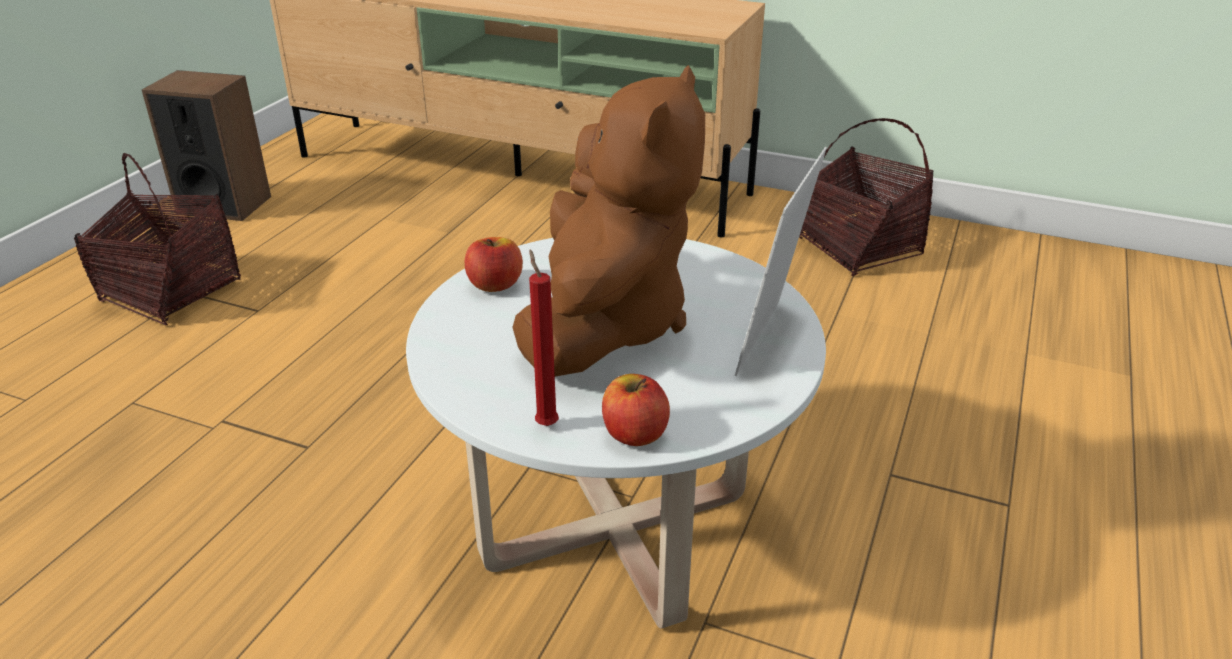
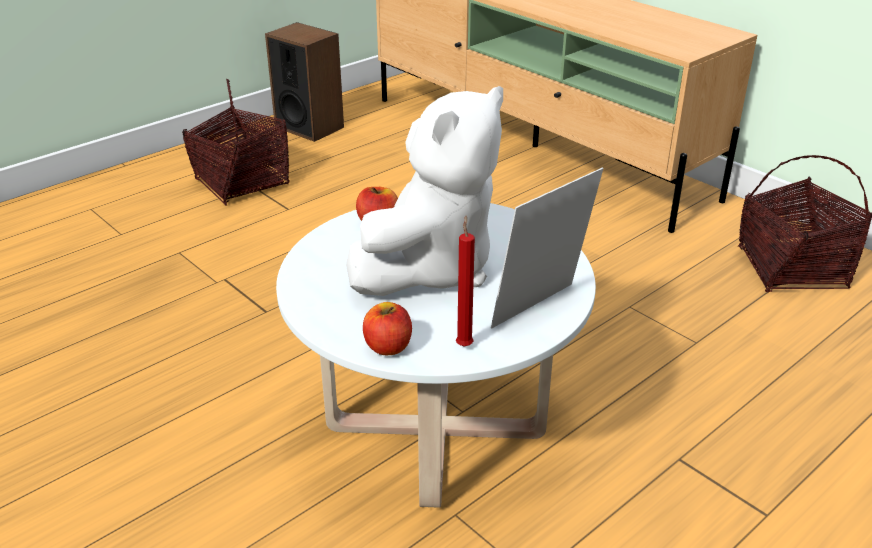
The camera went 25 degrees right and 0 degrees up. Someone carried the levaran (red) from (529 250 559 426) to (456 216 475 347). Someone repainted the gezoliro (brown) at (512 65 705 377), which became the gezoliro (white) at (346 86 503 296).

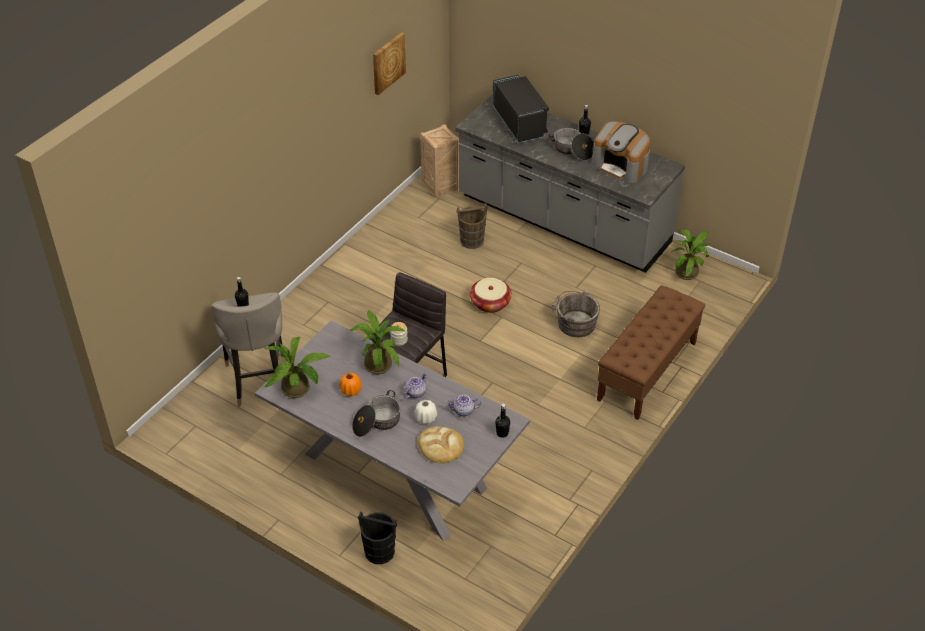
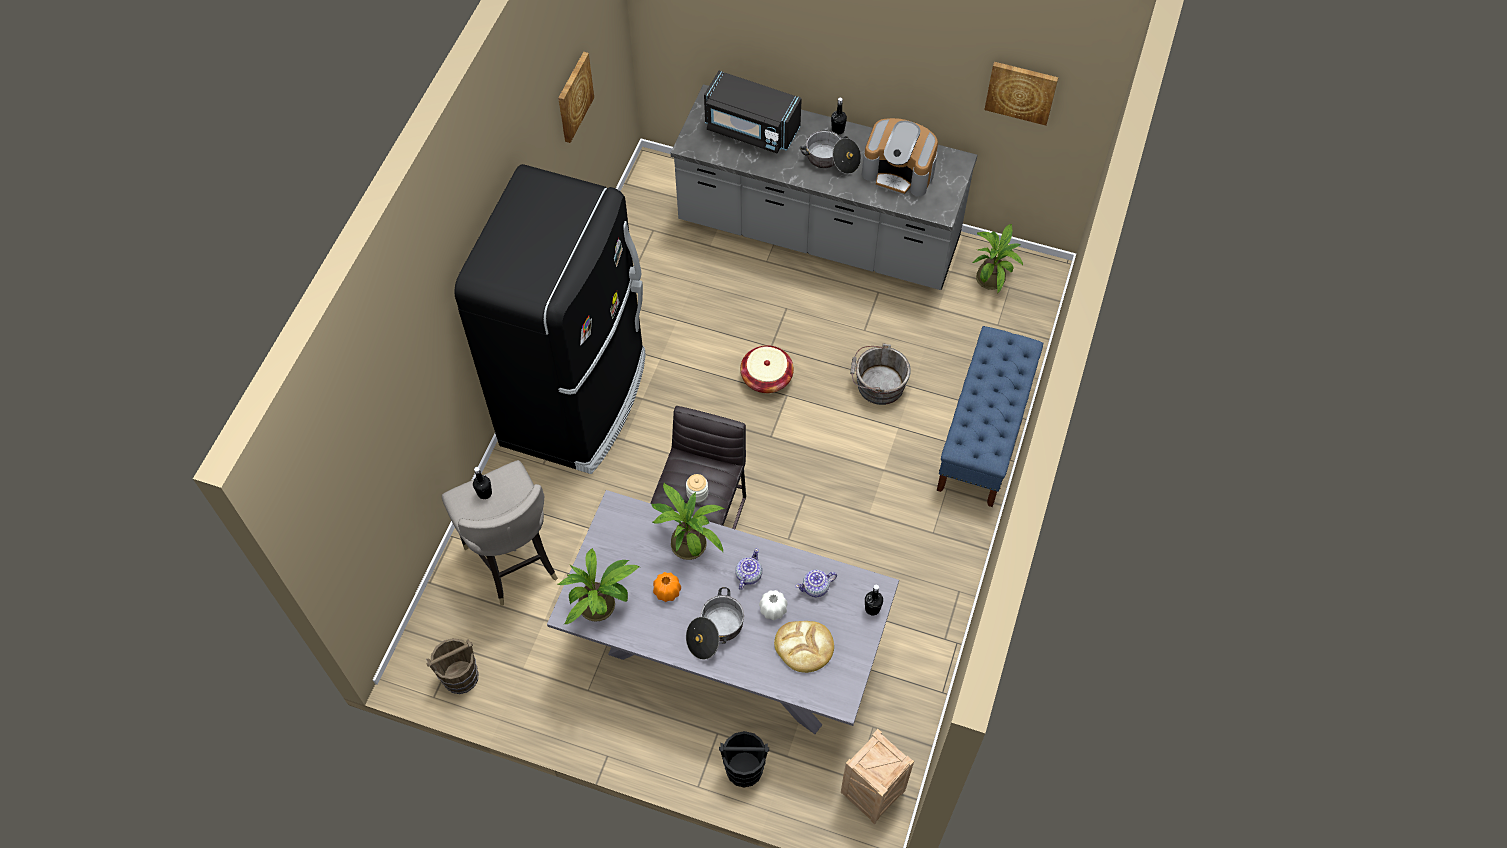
The camera went 15 degrees left and 15 degrees up. Someone put down the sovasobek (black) at (454 164 646 474). Someone put up the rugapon at (984 62 1058 126). Someone carried the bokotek from (420 124 459 197) to (841 729 914 824). Someone carried the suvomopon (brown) from (456 203 488 249) to (426 638 479 694). Someone repainted the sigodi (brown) at (597 285 705 420), which became the sigodi (blue) at (937 326 1043 507). Someone rotated the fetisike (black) at (493 75 549 143) by 150 degrees clockwise.

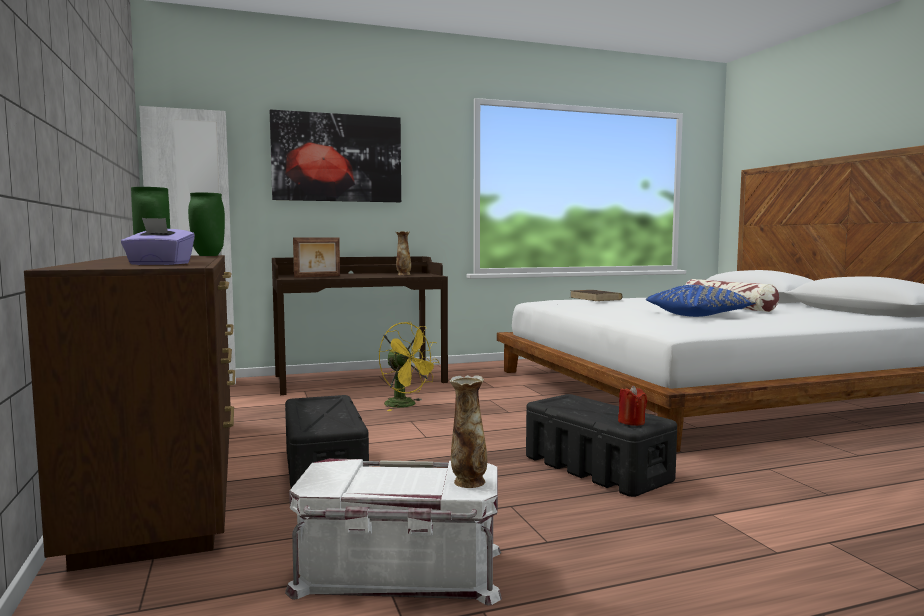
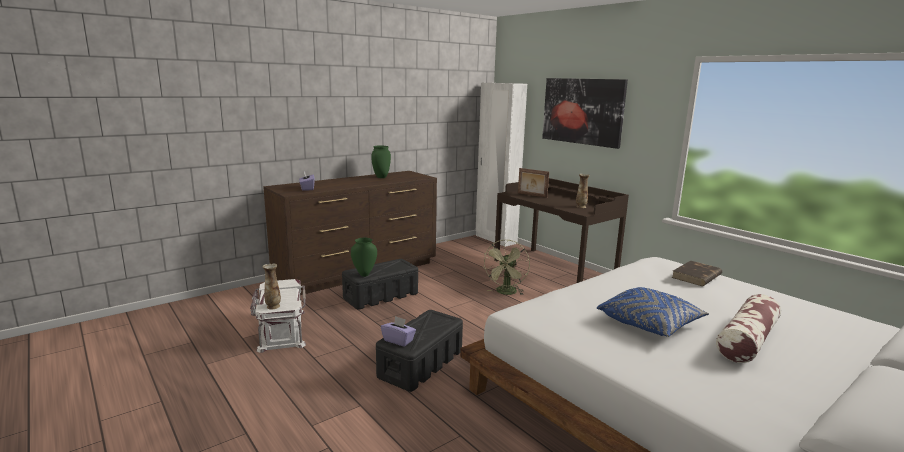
The camera went 70 degrees right and 10 degrees up. Someone carried the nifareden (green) from (188 193 225 256) to (351 238 377 277). Someone swapped the levaran (red) at (618 385 647 426) for the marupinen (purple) at (381 316 416 347). Someone repainted the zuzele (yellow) at (379 322 439 411), which became the zuzele (green) at (482 240 530 295).

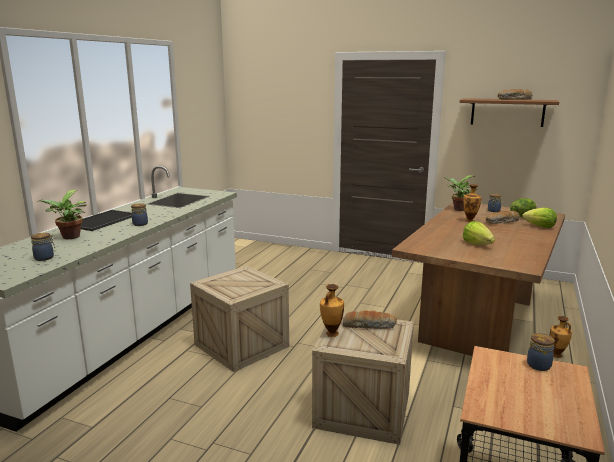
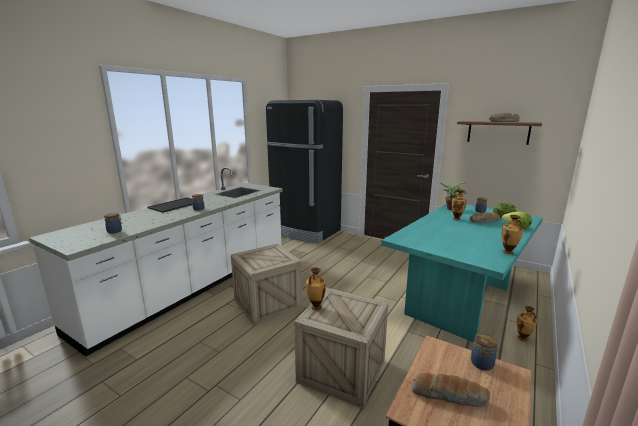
The camera went 10 degrees right and 0 degrees up. Someone took away the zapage at (37 190 86 239). Someone took away the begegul at (463 221 495 245). Someone put down the sovasobek (black) at (266 100 343 243). Someone put down the nifareden at (502 215 523 254). Someone carried the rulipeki from (343 311 397 329) to (412 373 490 407). Someone repainted the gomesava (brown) at (392 202 565 356), which became the gomesava (turquoise) at (381 204 543 342).

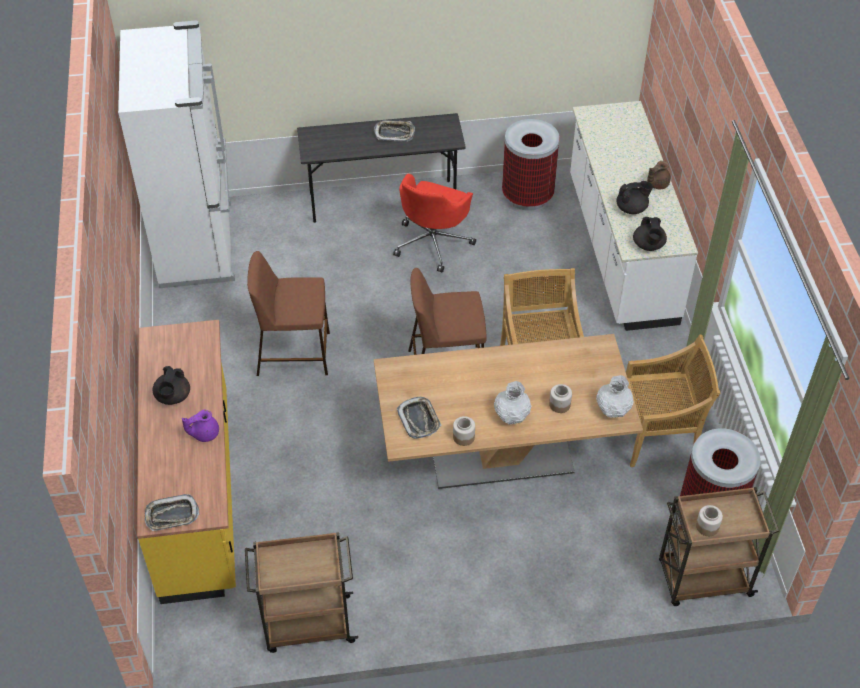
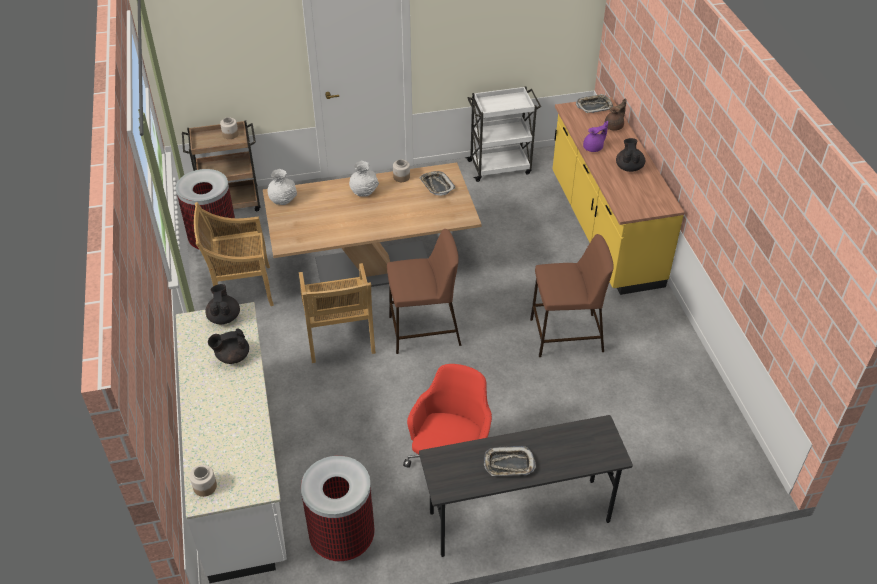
The camera went 175 degrees right and 5 degrees down. Someone took away the sovasobek (white) at (118 21 235 288). Someone carried the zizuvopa from (549 384 572 413) to (190 465 217 497). Someone carried the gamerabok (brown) from (647 161 671 189) to (604 98 627 131). Someone repainted the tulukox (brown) at (245 532 358 653), which became the tulukox (white) at (465 86 541 182).

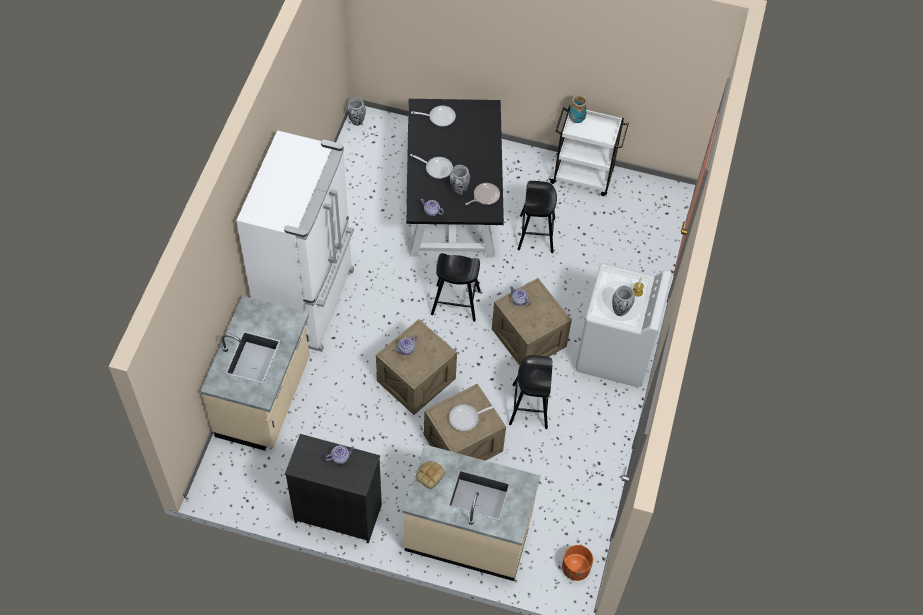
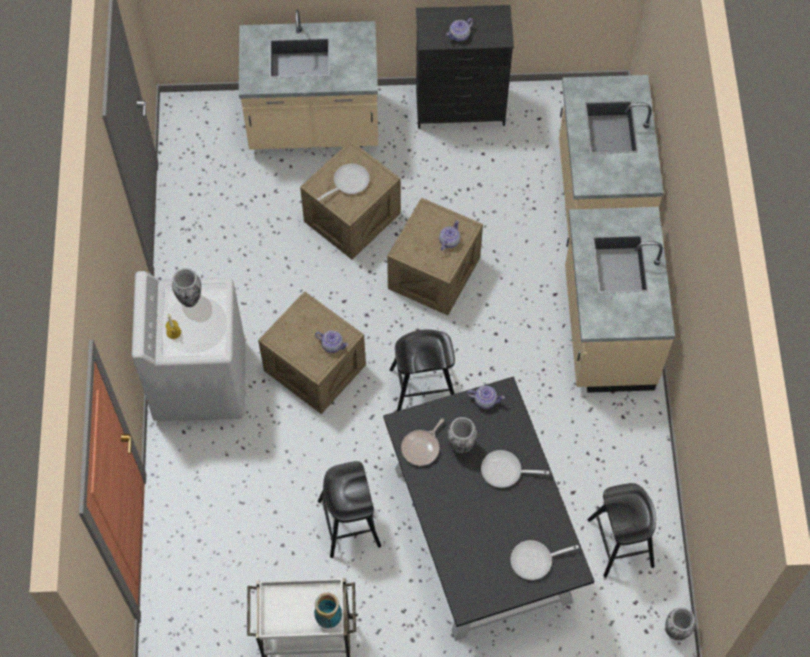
The camera went 165 degrees right and 5 degrees up. Someone took away the rulipeki at (416 461 445 489). Someone took away the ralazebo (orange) at (562 545 593 581). Someone carried the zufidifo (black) from (509 355 553 429) to (588 483 656 578). Someone swapped the sovasobek (white) at (236 130 354 352) for the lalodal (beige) at (565 207 675 393).

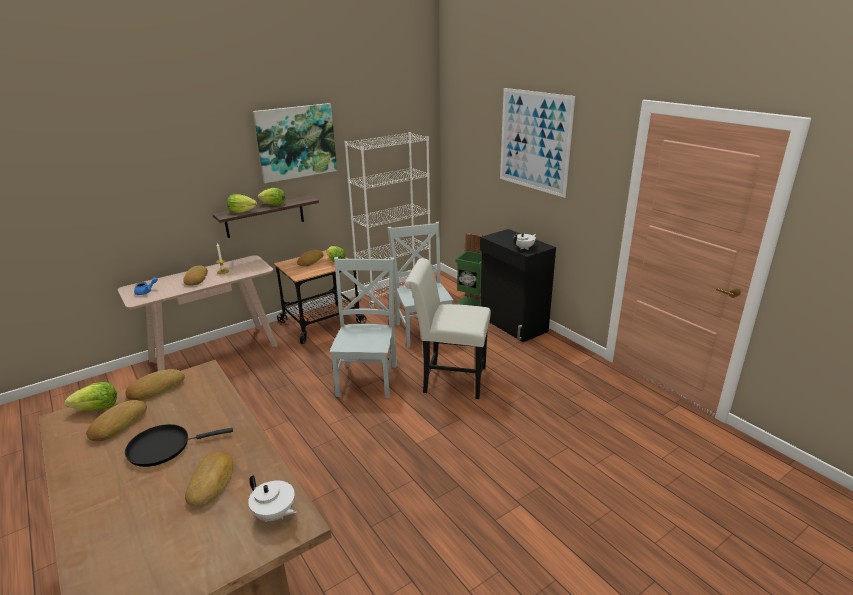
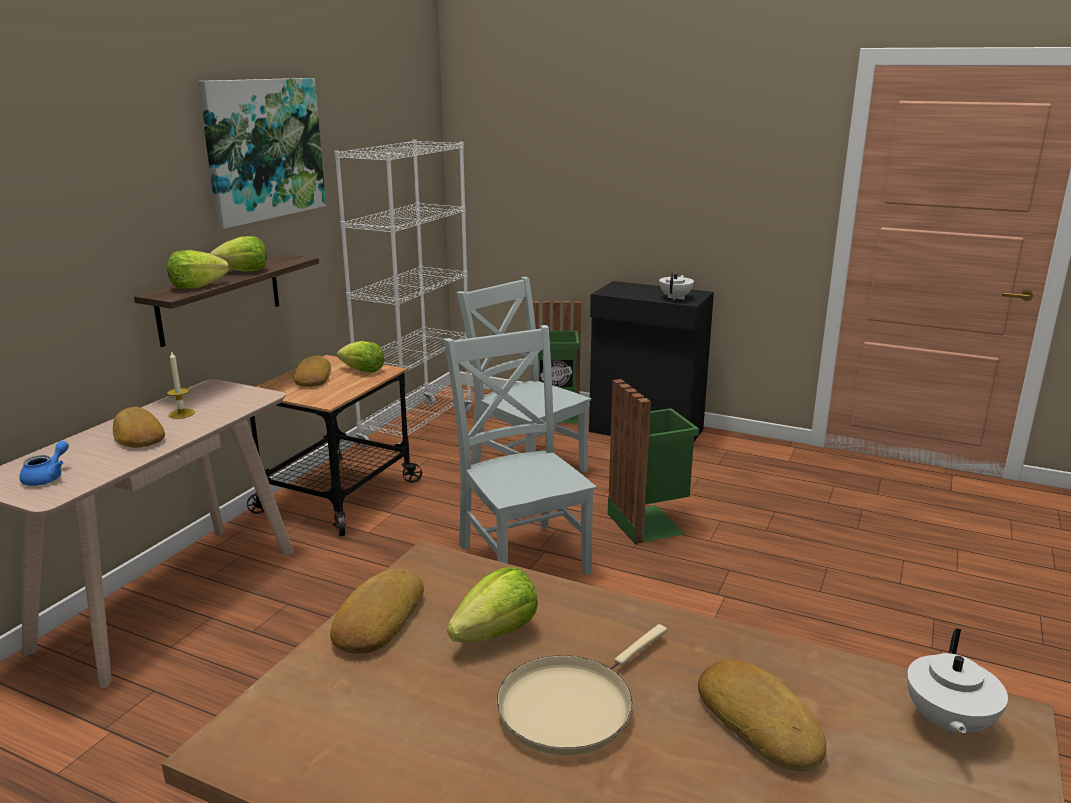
The camera went 30 degrees left and 5 degrees down. Someone took away the rulipeki at (86 400 147 441). Someone took away the rugapon at (500 88 575 198). Someone carried the begegul from (65 382 117 410) to (447 567 538 642). Someone swapped the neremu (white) at (404 258 491 399) for the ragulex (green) at (608 379 699 544). Someone repainted the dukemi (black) at (125 424 233 467), which became the dukemi (beige) at (497 624 667 755). Someone rotated the gamerabok (white) at (248 475 297 522) by 105 degrees clockwise.

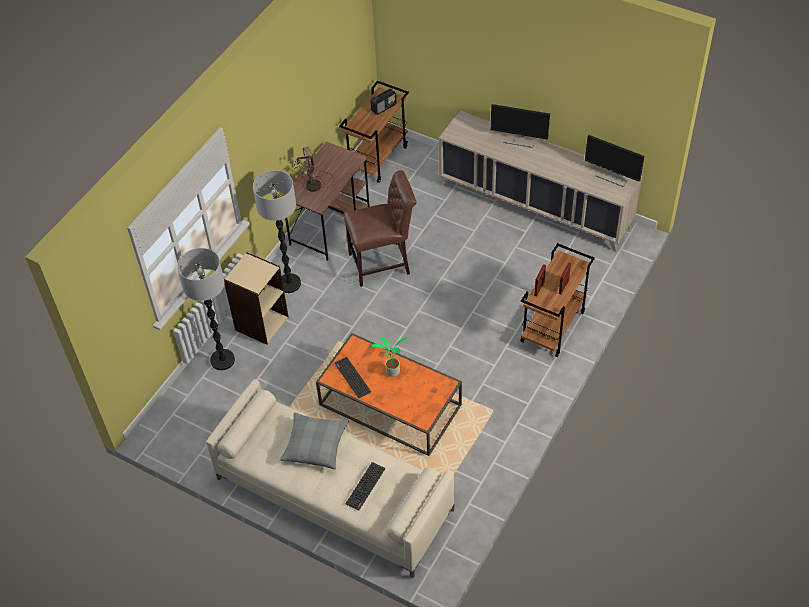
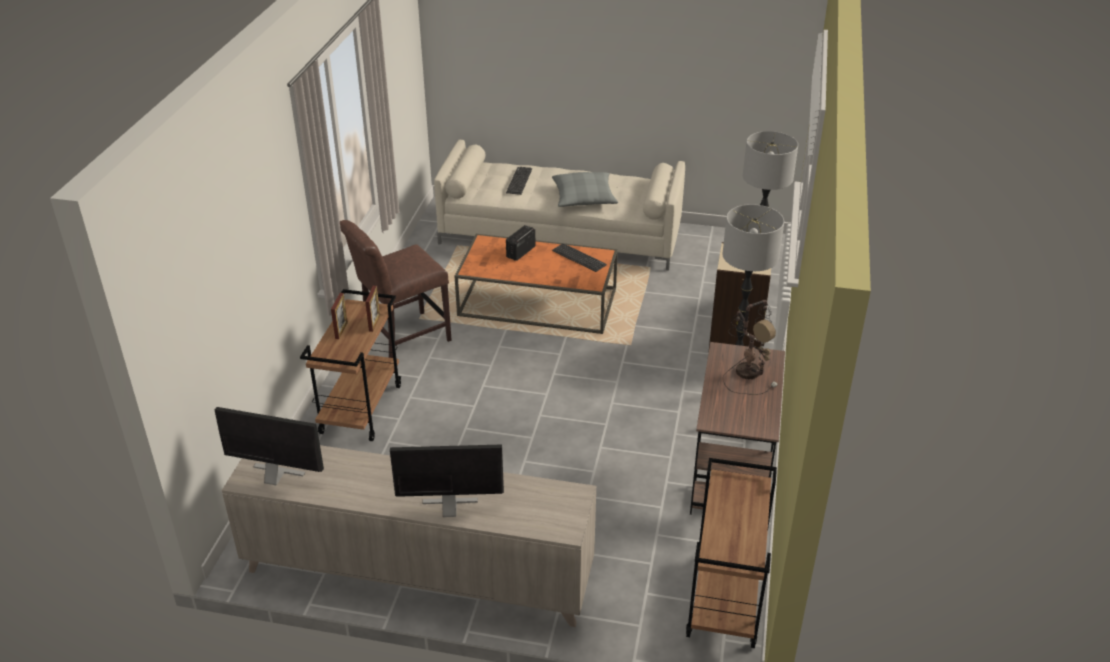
The camera went 160 degrees right and 15 degrees down. Someone took away the zapage at (372 337 409 377). Someone carried the neremu (brown) from (344 170 417 287) to (340 220 452 358). Someone carried the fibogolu from (370 88 397 115) to (506 225 535 261).

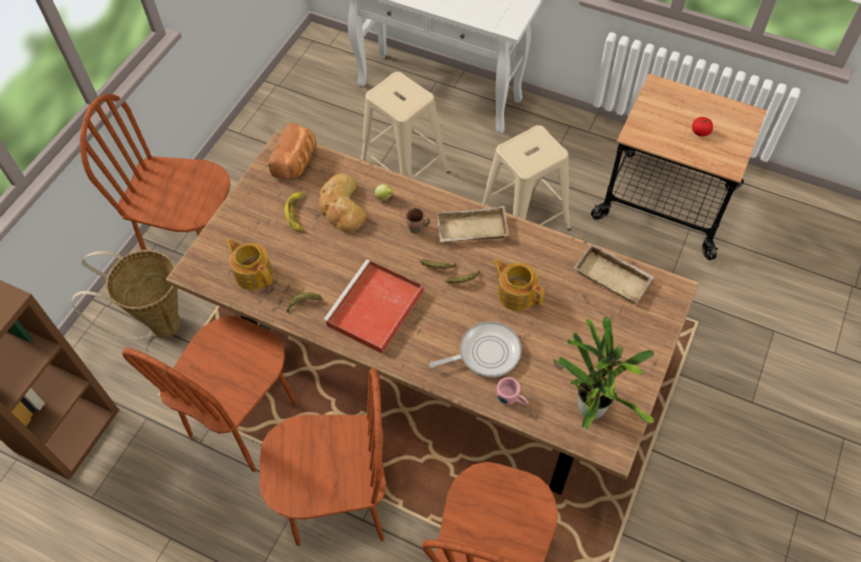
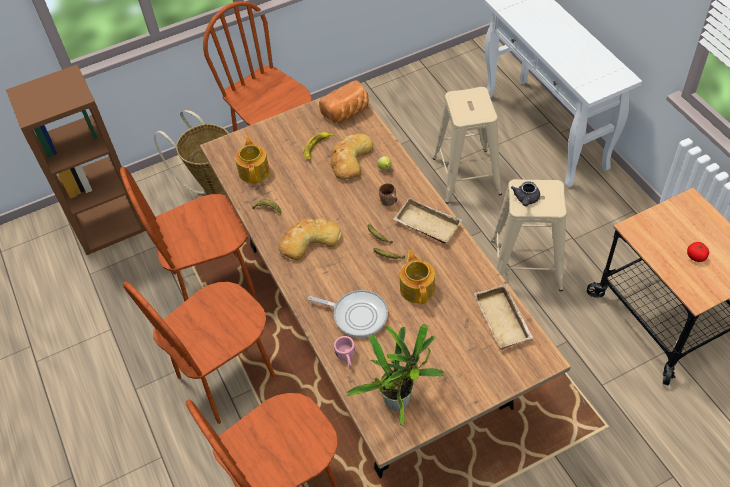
The camera went 40 degrees right and 5 degrees down. Someone put down the gamerabok (grey) at (511 181 540 206). Someone swapped the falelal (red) at (323 260 424 354) for the rulipeki at (279 218 342 260). Someone rotated the neremu (brown) at (260 368 386 546) by 105 degrees clockwise.

